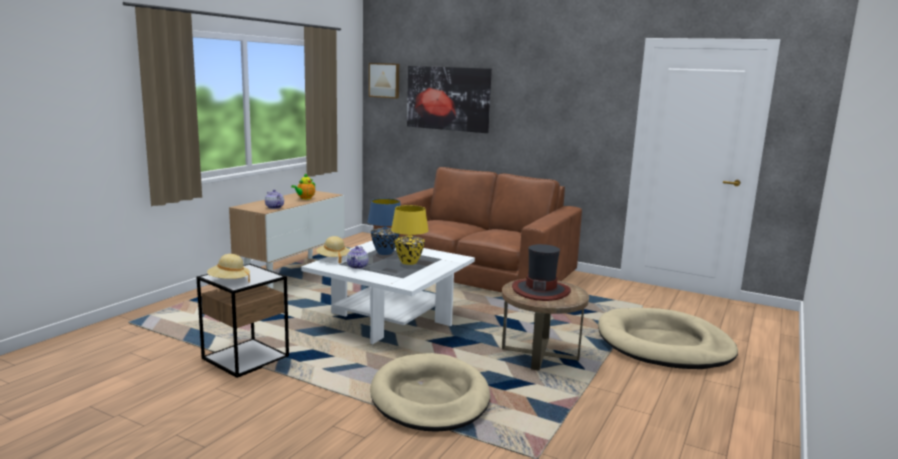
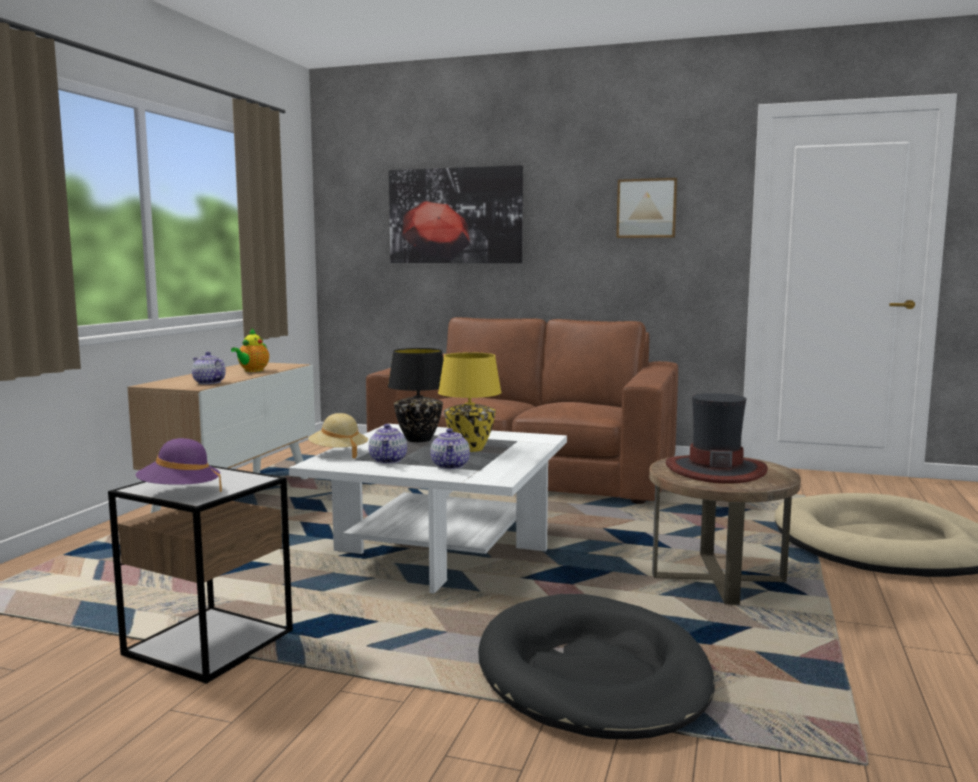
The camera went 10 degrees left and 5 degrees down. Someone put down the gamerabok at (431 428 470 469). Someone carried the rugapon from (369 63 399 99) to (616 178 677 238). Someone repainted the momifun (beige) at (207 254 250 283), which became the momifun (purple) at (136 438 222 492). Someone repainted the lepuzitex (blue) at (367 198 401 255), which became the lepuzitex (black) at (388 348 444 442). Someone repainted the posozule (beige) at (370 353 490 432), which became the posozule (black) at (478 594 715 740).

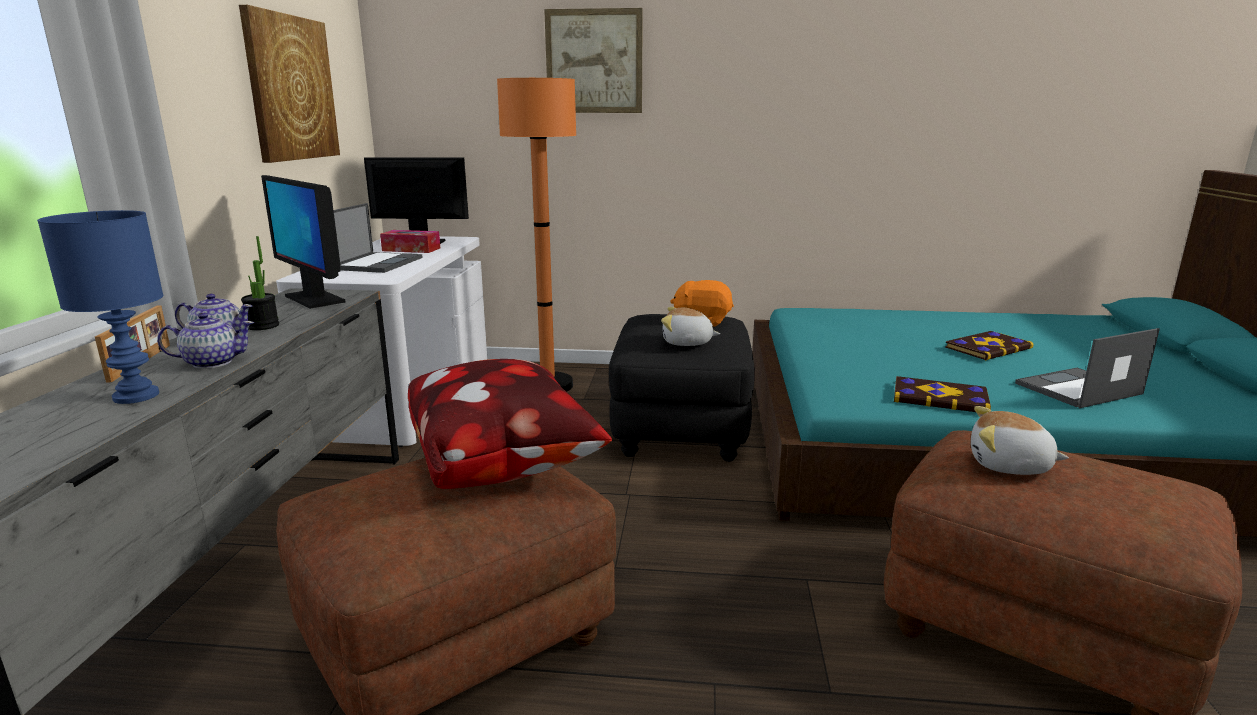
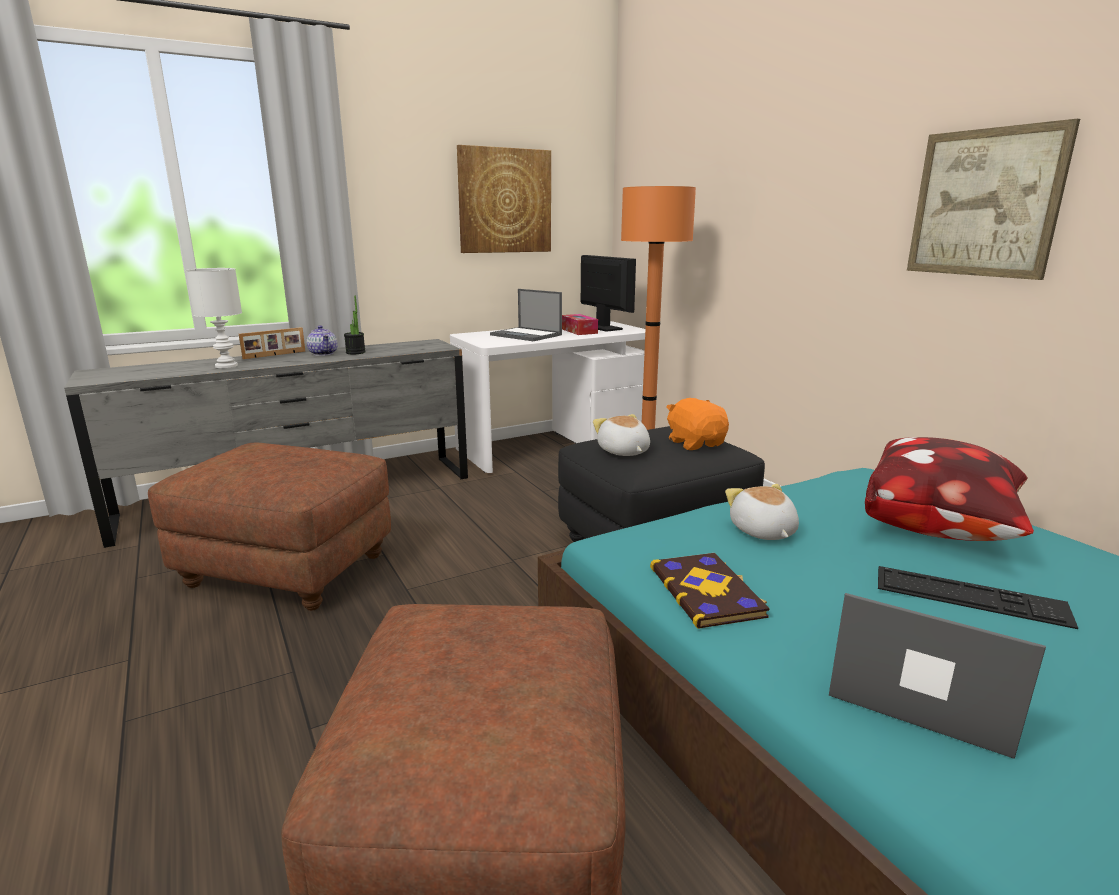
The camera went 55 degrees right and 0 degrees up. Someone took away the gamerabok at (157 313 254 369). Someone took away the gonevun at (261 175 345 309). Someone carried the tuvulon from (408 359 612 489) to (865 437 1034 541). Someone carried the rugapon from (544 8 643 113) to (907 119 1080 280). Someone carried the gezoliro from (971 406 1069 475) to (725 484 799 540). Someone swapped the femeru at (945 331 1034 360) for the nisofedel at (878 566 1078 629). Someone repainted the lepuzitex (blue) at (37 210 163 404), which became the lepuzitex (white) at (185 268 242 368). Someone rotated the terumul at (333 203 423 273) by 60 degrees clockwise.

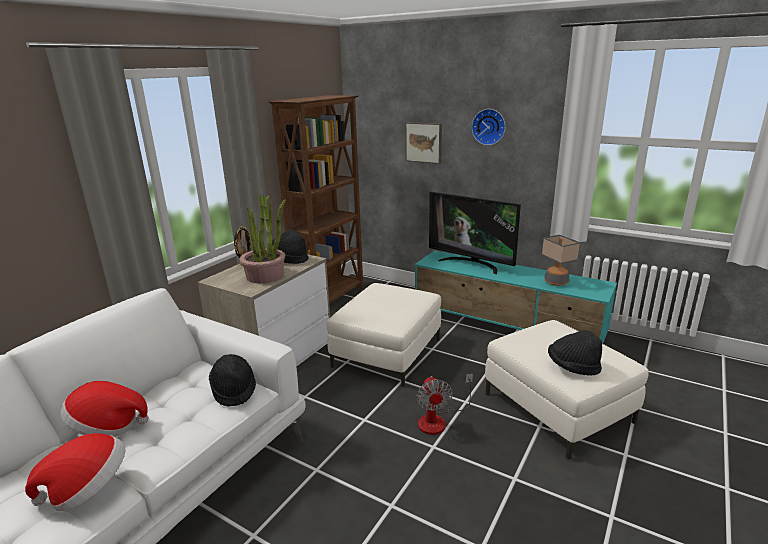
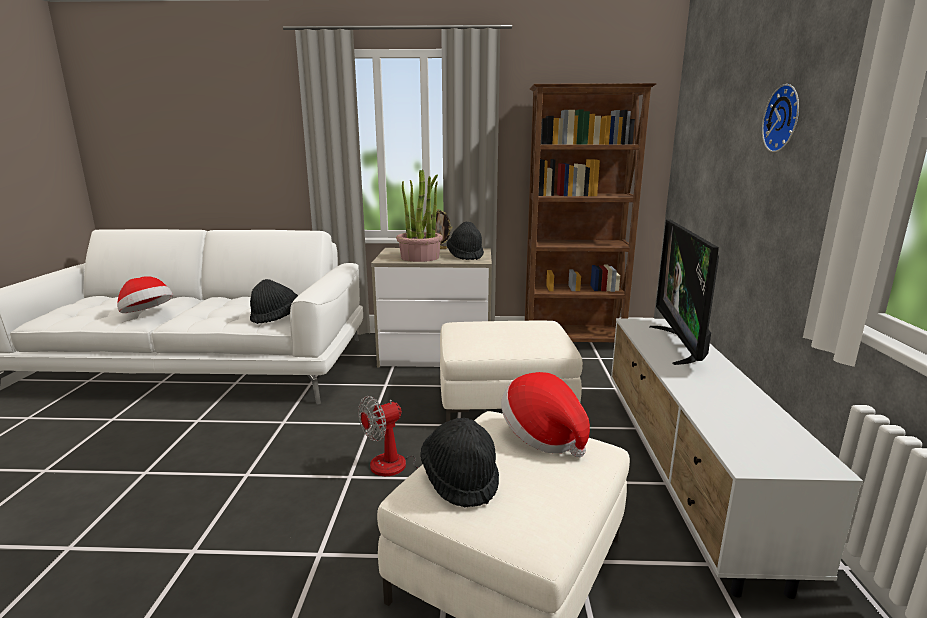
The camera went 60 degrees right and 5 degrees down. Someone took away the rugapon at (405 122 442 164). Someone took away the lepuzitex at (542 235 580 286). Someone carried the momifun from (60 381 149 436) to (501 372 590 457). Someone repainted the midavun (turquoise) at (415 250 617 344), which became the midavun (white) at (611 318 863 599).

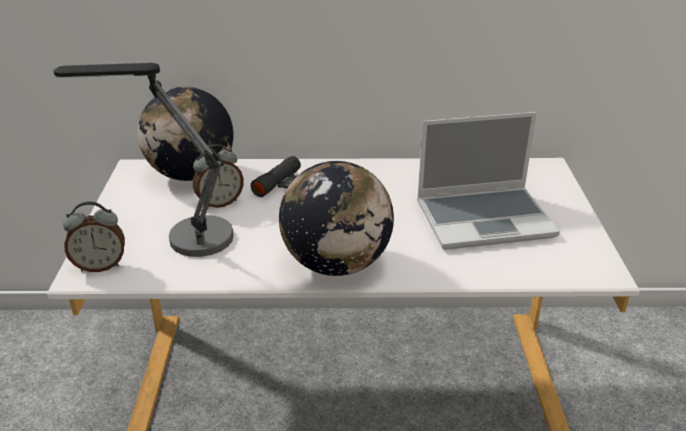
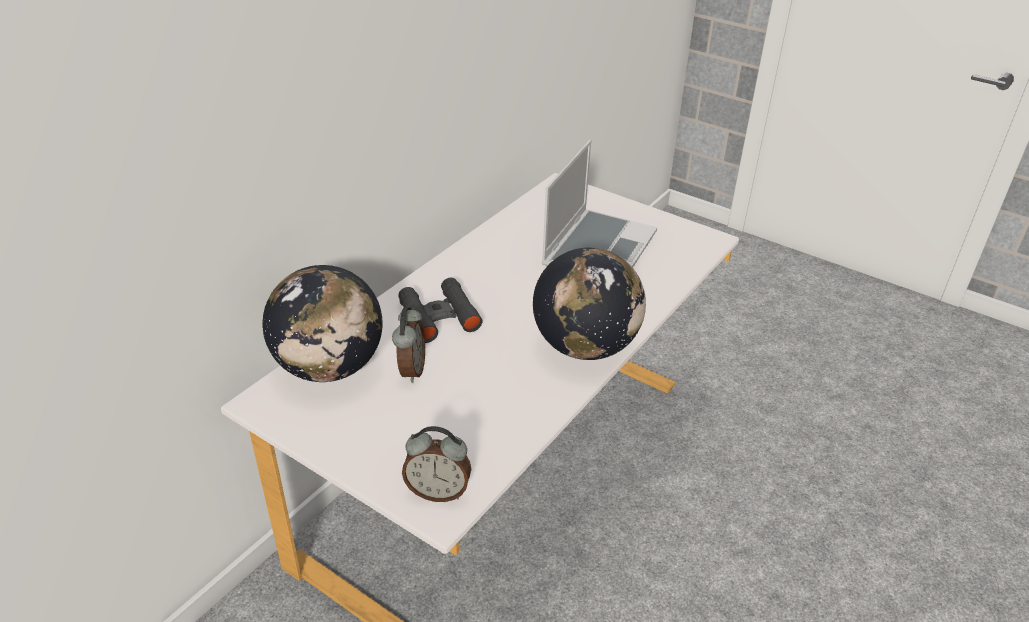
The camera went 55 degrees left and 5 degrees up. Someone took away the lepuzitex at (53 63 234 257). Someone rotated the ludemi at (63 201 125 272) by 75 degrees clockwise.

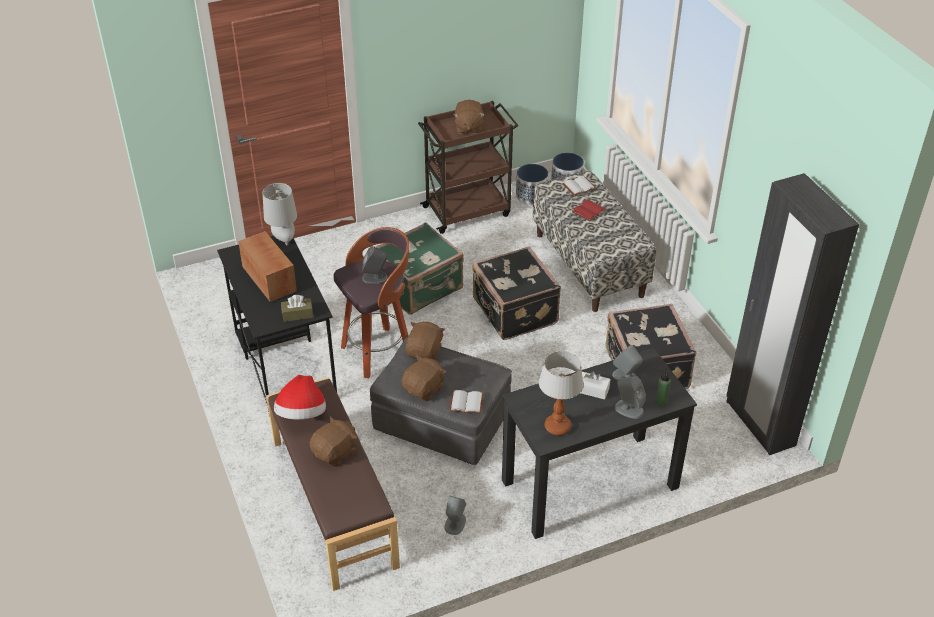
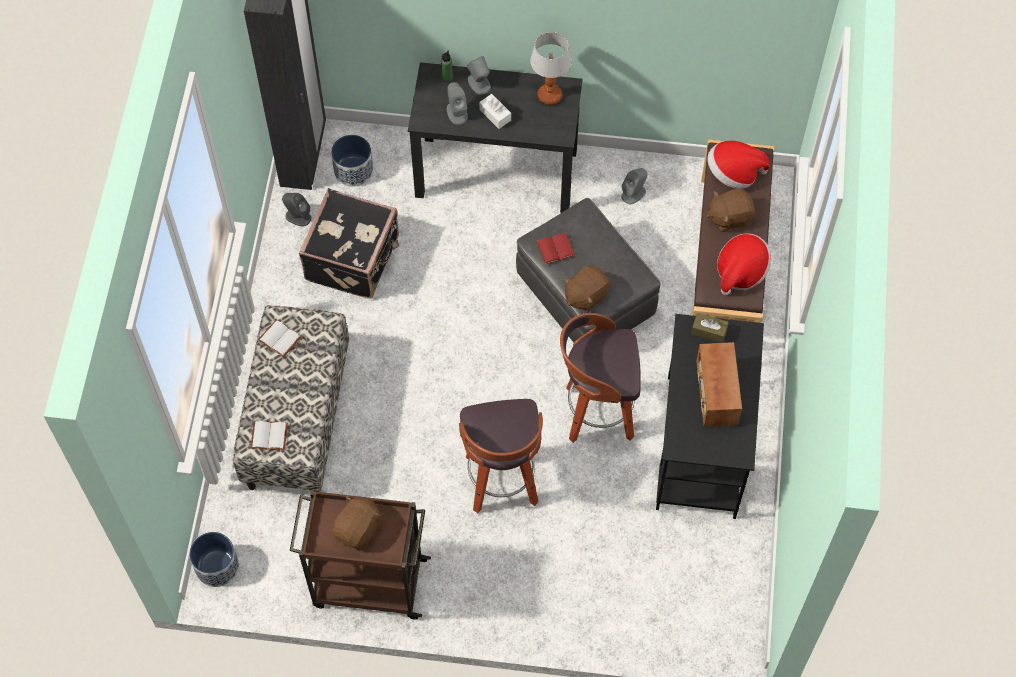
The camera went 150 degrees left and 20 degrees up. Someone took away the lepuzitex (grey) at (263 183 297 245). Someone took away the gezoliro (brown) at (401 355 446 401). Someone took away the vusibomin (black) at (472 246 561 340). Someone put down the momifun at (708 141 770 189). Someone carried the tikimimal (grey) from (362 246 388 284) to (282 193 311 226). Someone carried the femeru (white) from (449 390 484 414) to (258 319 302 357). Someone carried the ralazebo from (516 164 548 205) to (331 135 373 187). Someone carried the femeru (red) from (572 199 606 221) to (536 233 575 264). Someone swapped the vusibomin (green) at (376 222 464 315) for the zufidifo at (459 399 543 513).

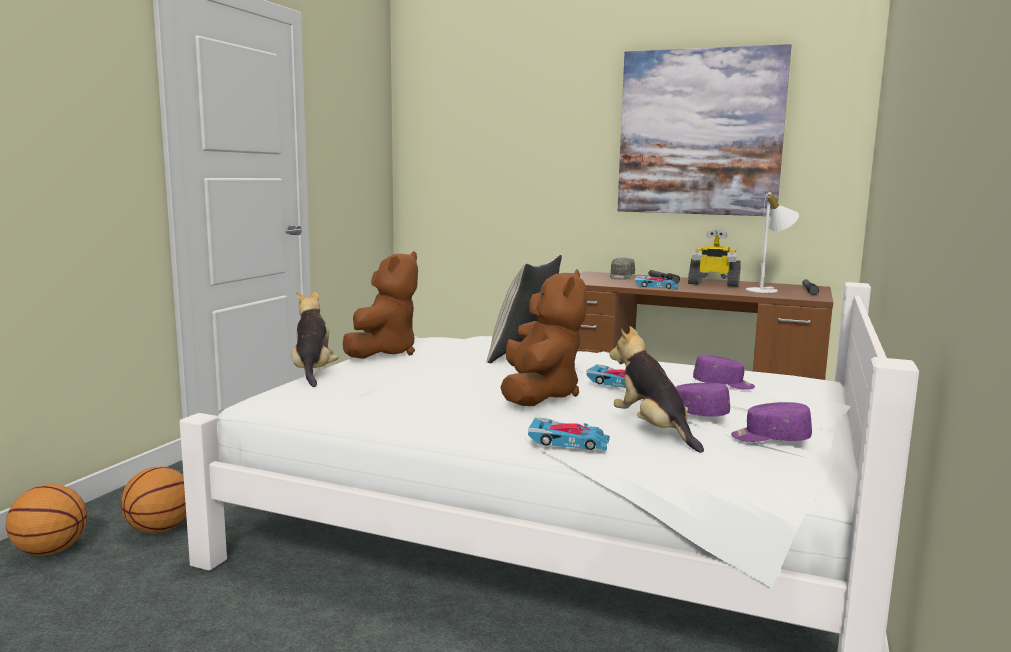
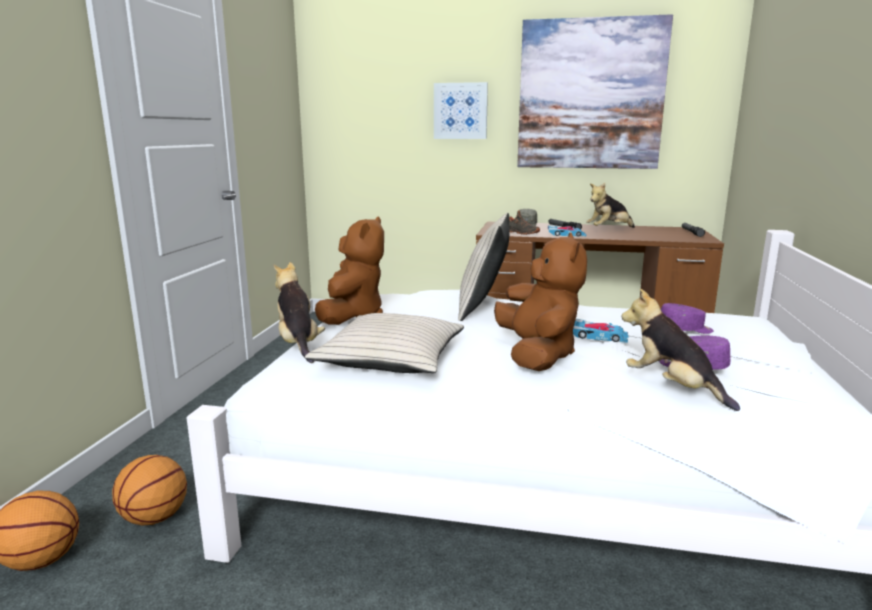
The camera went 10 degrees left and 5 degrees up. Someone took away the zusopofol at (528 417 610 451). Someone took away the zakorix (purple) at (731 402 812 442). Someone took away the lepuzitex (white) at (746 192 799 293). Someone put down the tuvulon (beige) at (305 313 464 373). Someone put up the rugapon at (434 82 488 139). Someone put down the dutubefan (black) at (509 210 540 235). Someone swapped the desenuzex at (688 229 741 287) for the gezoliro at (586 183 635 228).

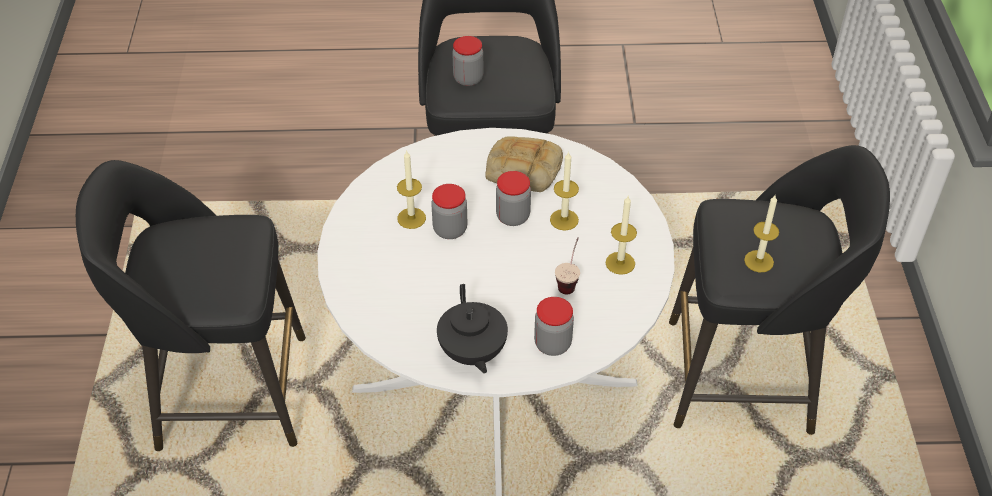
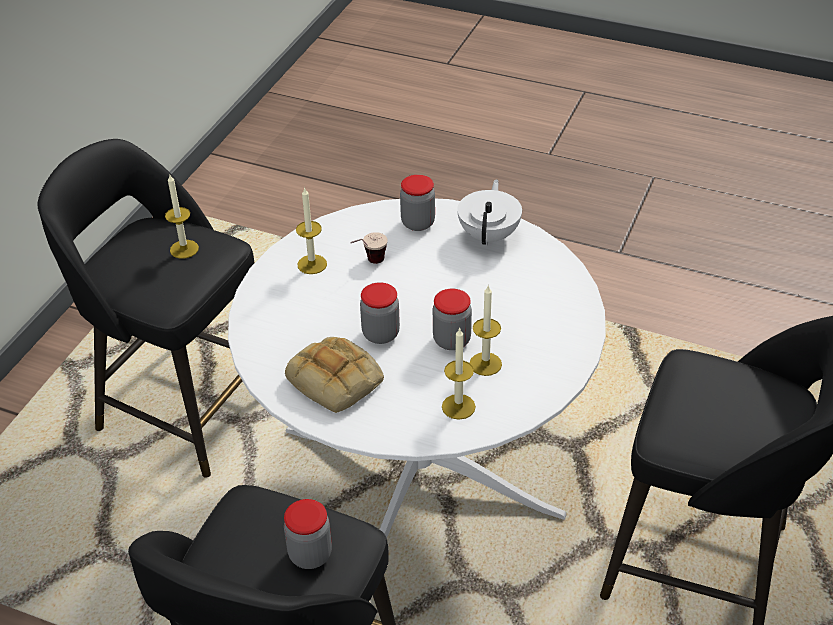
The camera went 155 degrees left and 5 degrees down. Someone carried the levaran from (550 151 579 230) to (442 327 476 420). Someone repainted the gamerabok (black) at (437 284 508 374), which became the gamerabok (white) at (457 179 522 246).

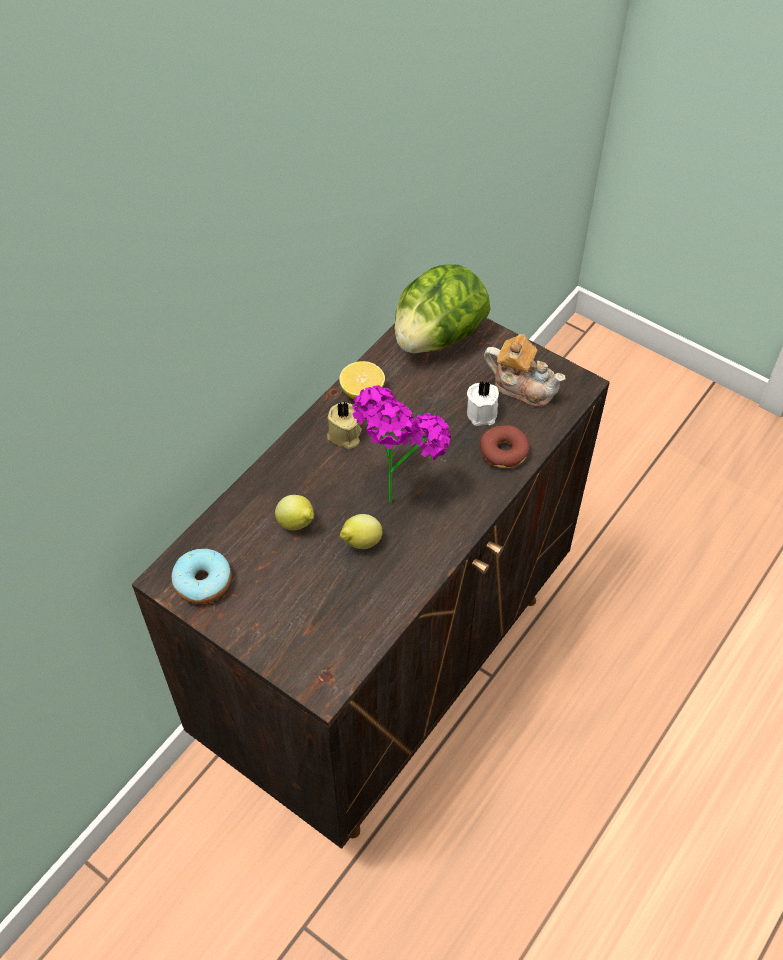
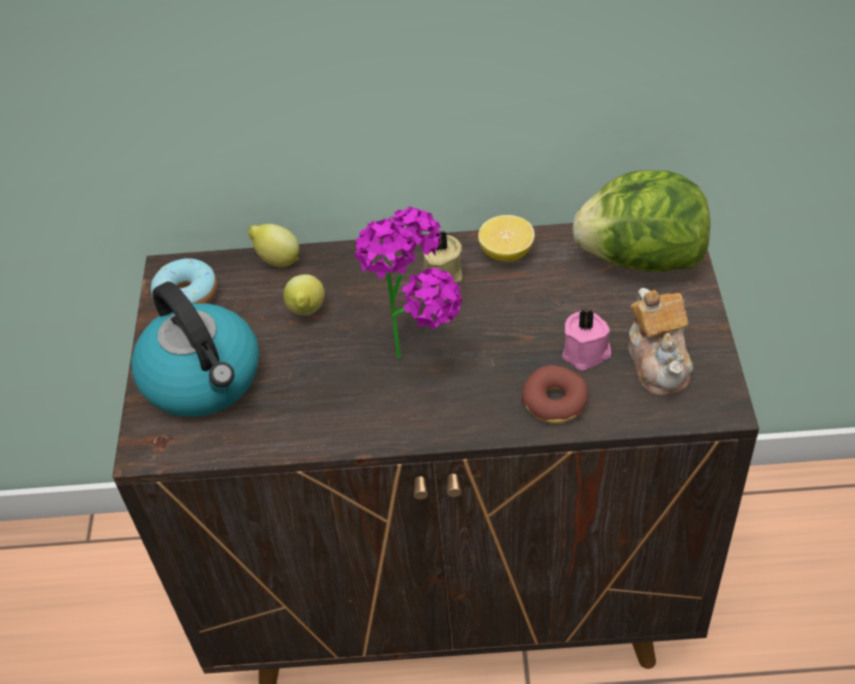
The camera went 55 degrees right and 5 degrees down. Someone put down the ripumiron at (131 282 259 417). Someone carried the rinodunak from (340 514 382 549) to (248 224 299 267). Someone repainted the levaran (white) at (467 381 499 426), which became the levaran (pink) at (562 308 611 371).

